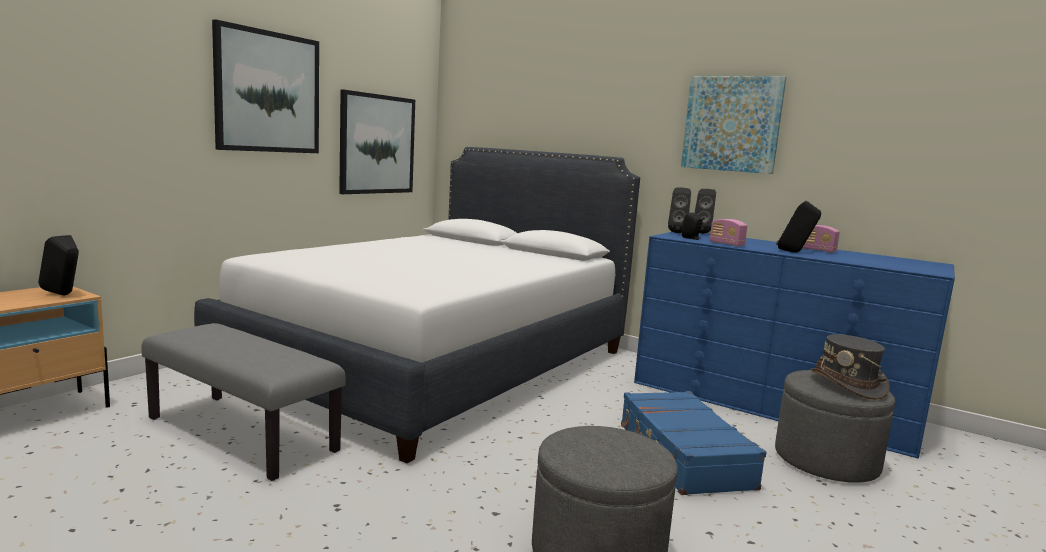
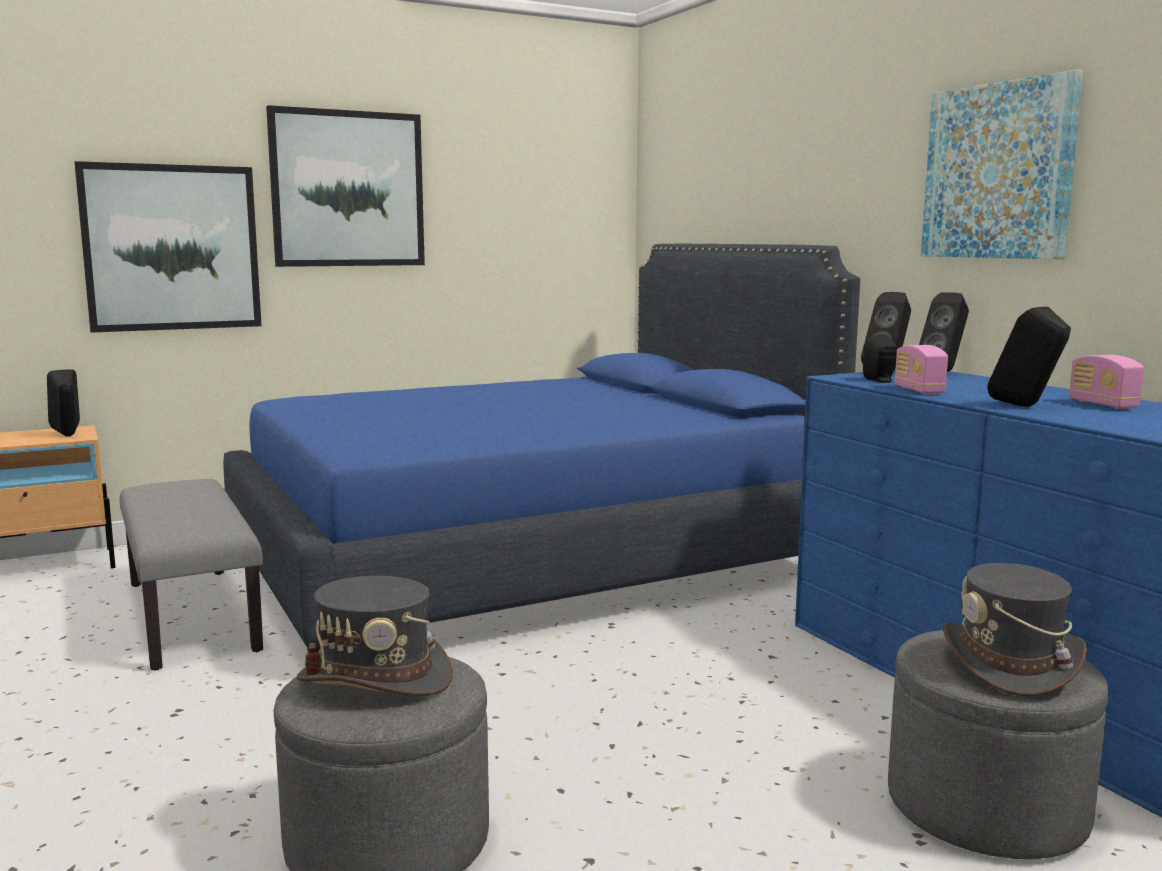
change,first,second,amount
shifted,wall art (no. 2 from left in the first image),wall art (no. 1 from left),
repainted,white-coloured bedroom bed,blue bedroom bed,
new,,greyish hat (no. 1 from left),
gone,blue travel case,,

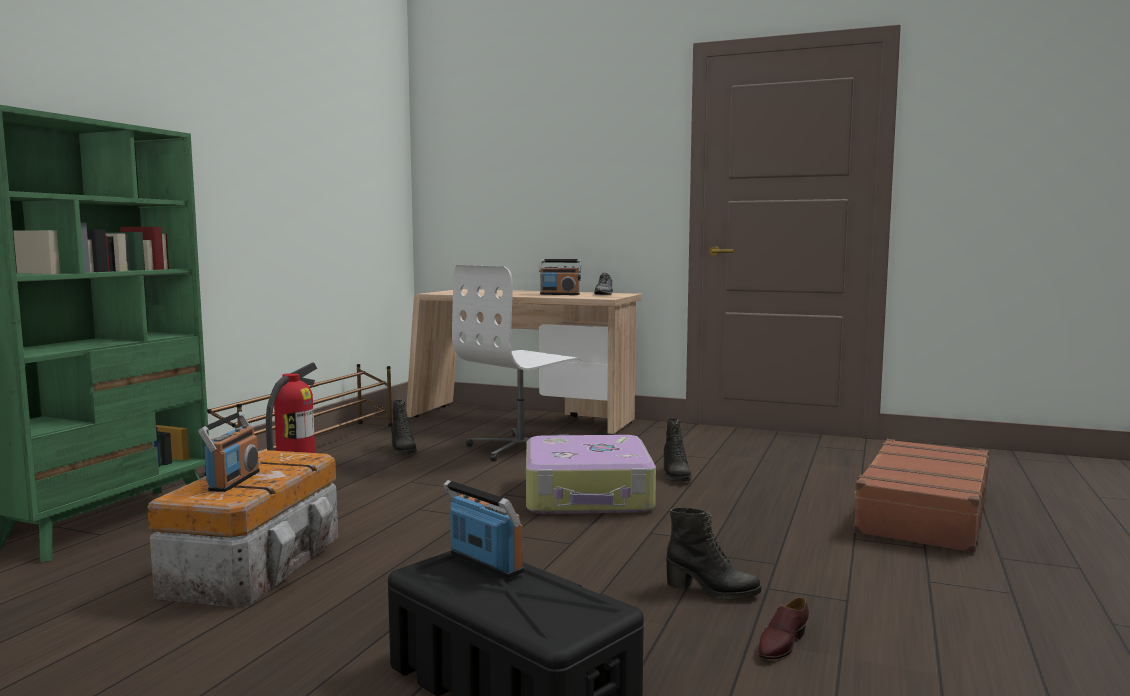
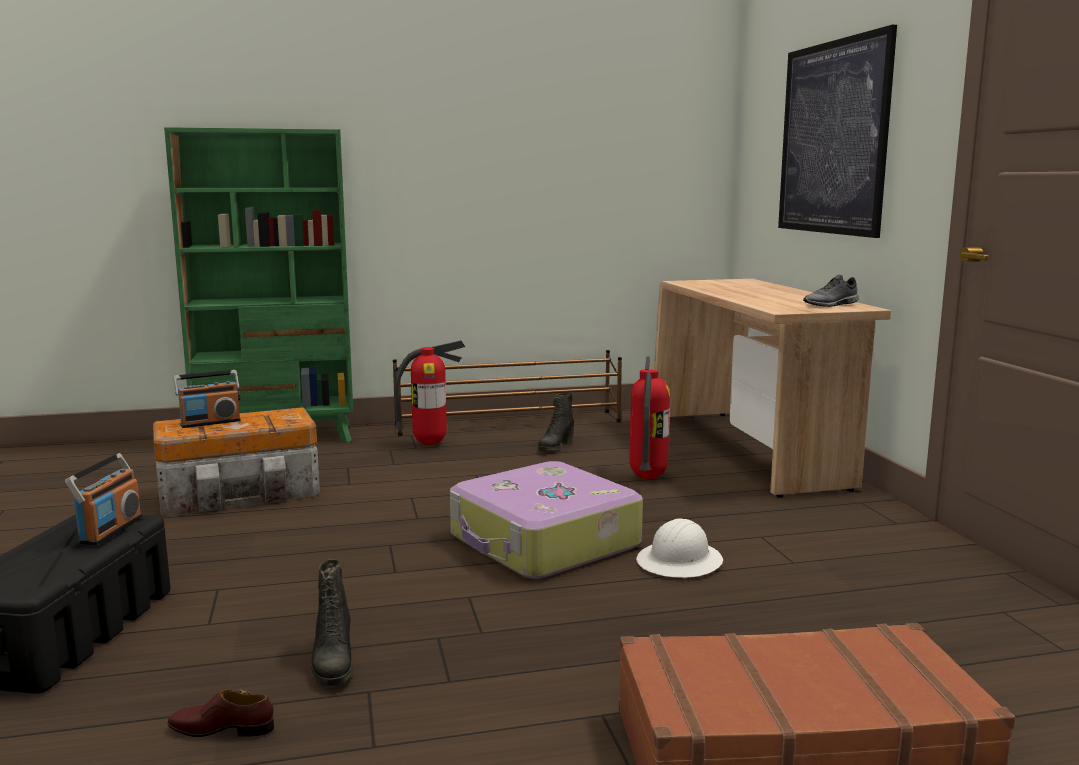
change,first,second,amount
swapped,white-coloured office chair,fire-fighting cylinder (no. 2 from left),
swapped,black high-top boot (no. 2 from left),white-coloured safety helmet,
new,,wall art,
gone,radio (no. 3 from left),,

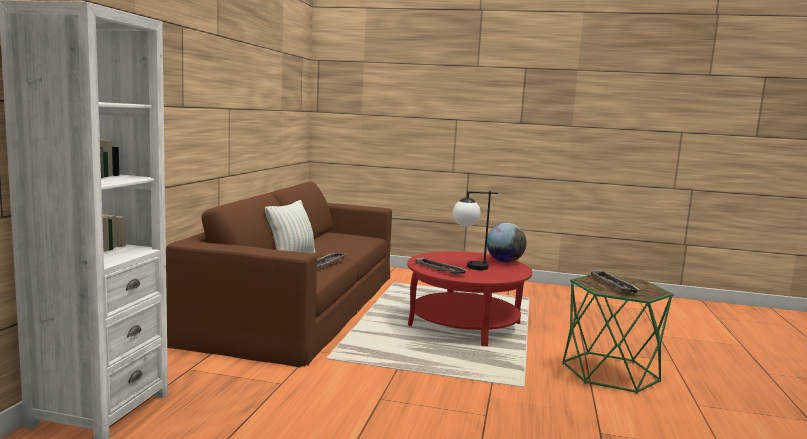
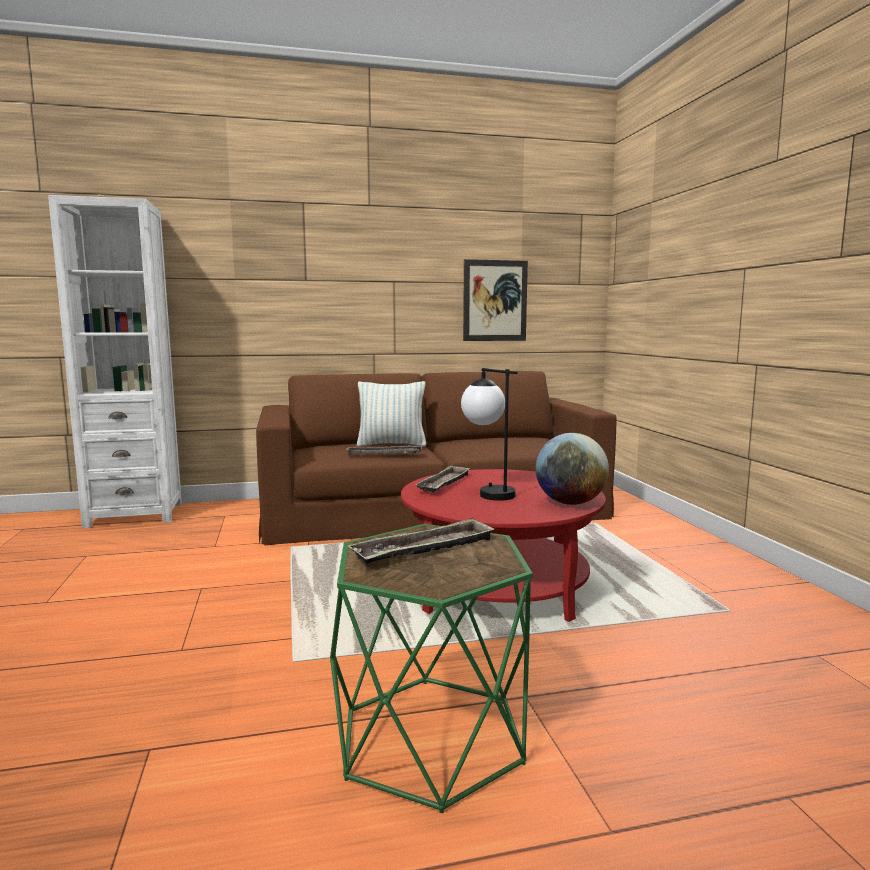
change,first,second,amount
new,,wall art,

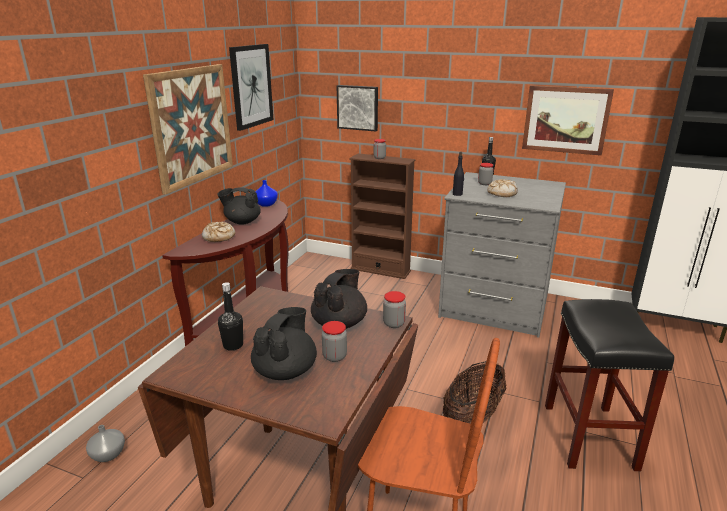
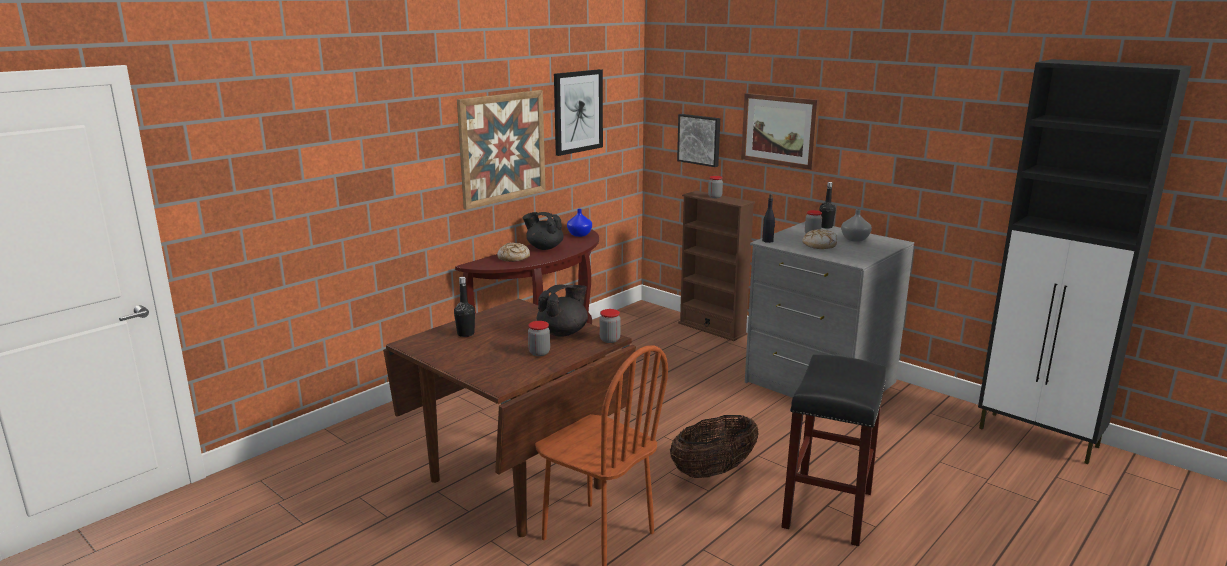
change,first,second,amount
shifted,wall art (no. 4 from left),,
shifted,greyish decorative vase,,
gone,black tea pot (no. 2 from left),,

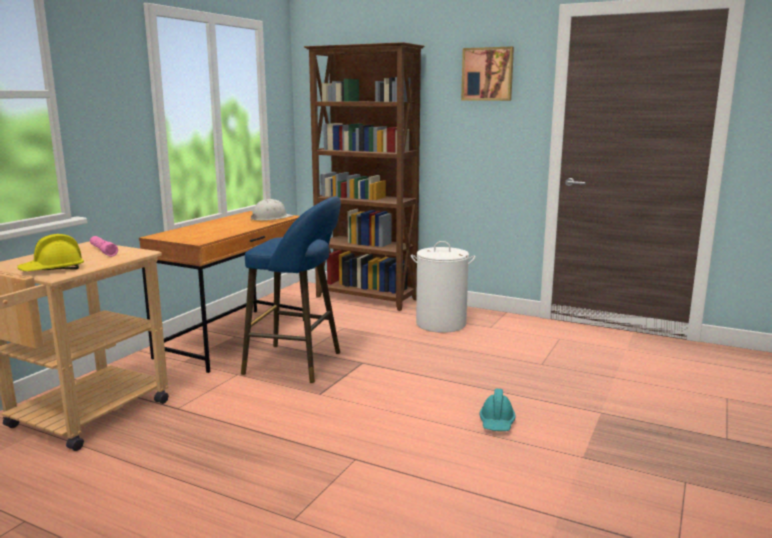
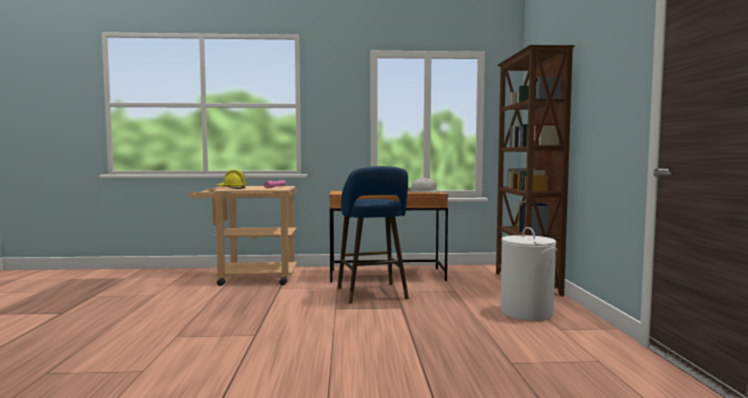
change,first,second,amount
gone,wall art,,
gone,turquoise safety helmet,,

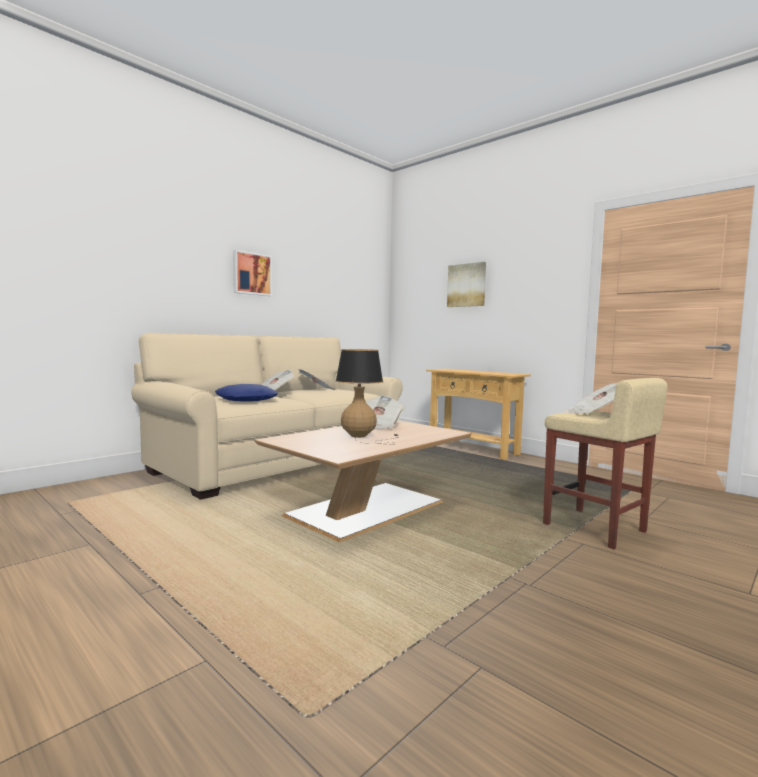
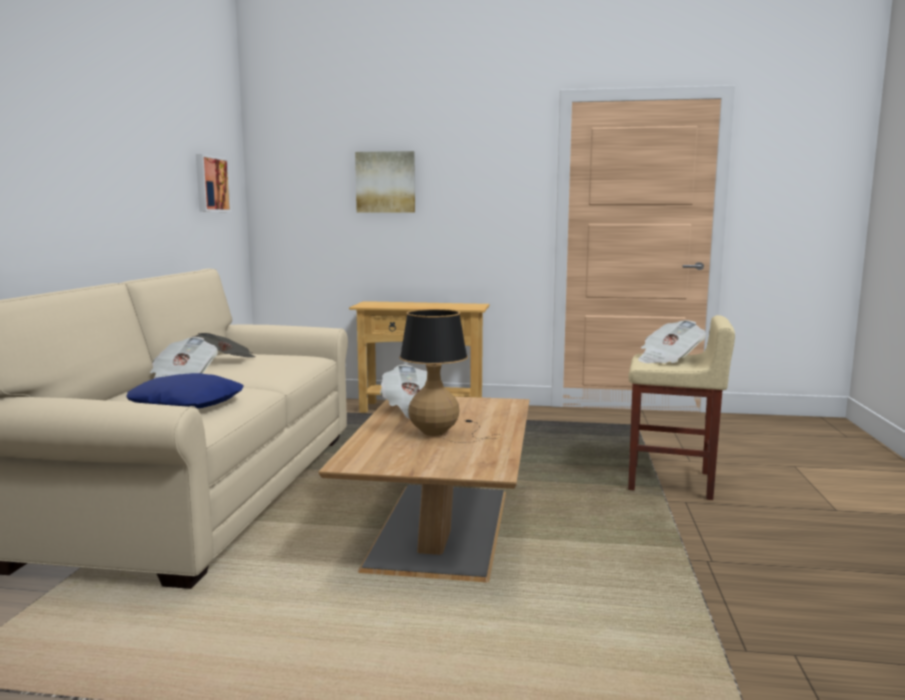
change,first,second,amount
shifted,wall art (no. 1 from left),,

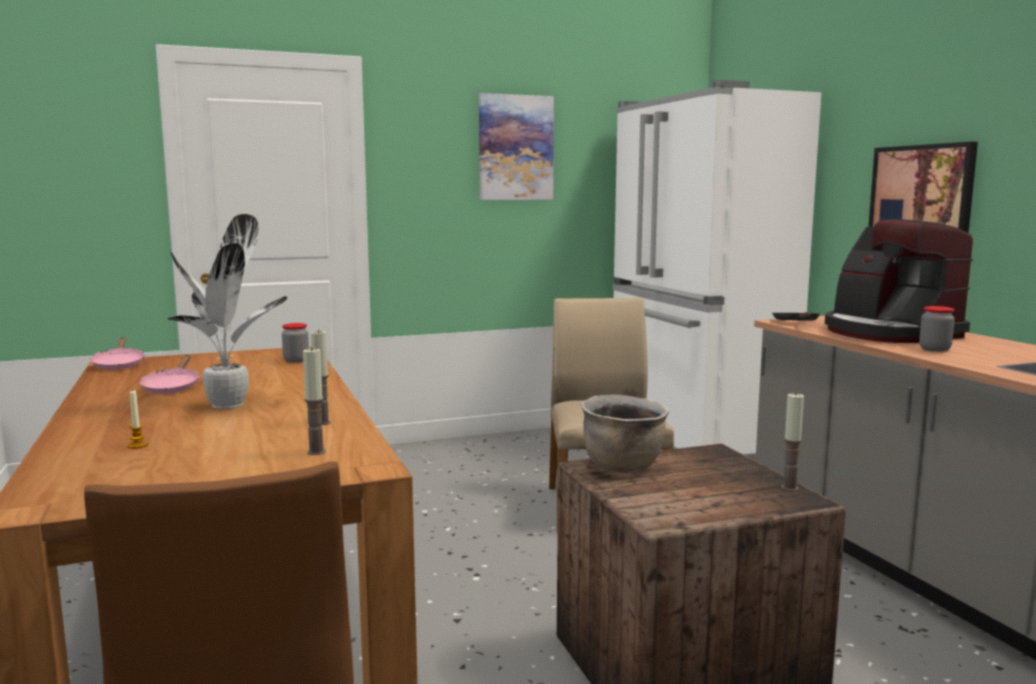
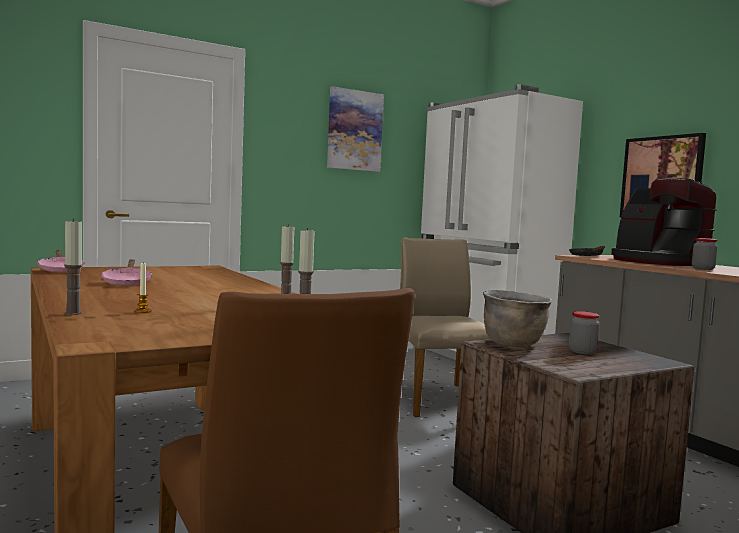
change,first,second,amount
shifted,wax light (no. 4 from left in the first image),wax light (no. 1 from left),
shifted,storage jar (no. 1 from left),,
gone,plant in a pot,,

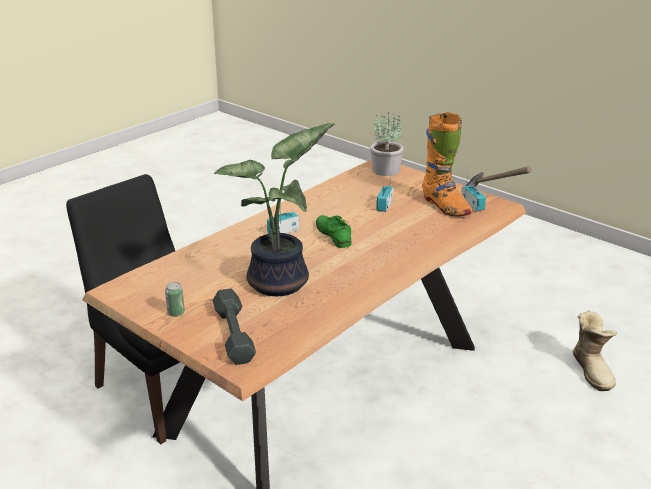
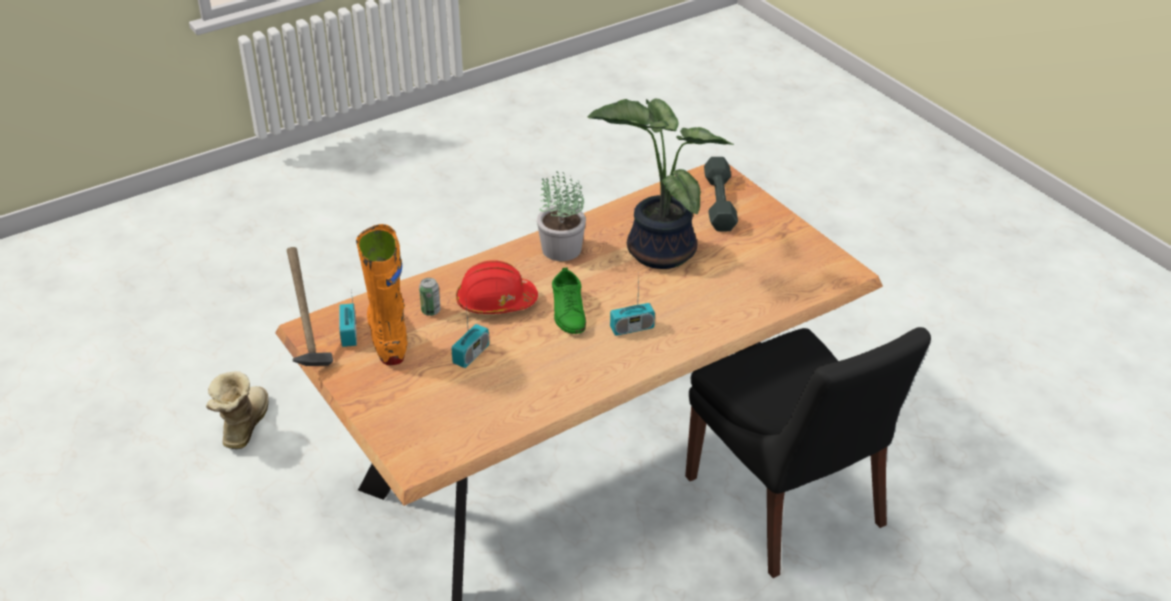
change,first,second,amount
shifted,can,,
new,,red safety helmet,
shifted,plant in a pot (no. 2 from left in the first image),plant in a pot (no. 1 from left),

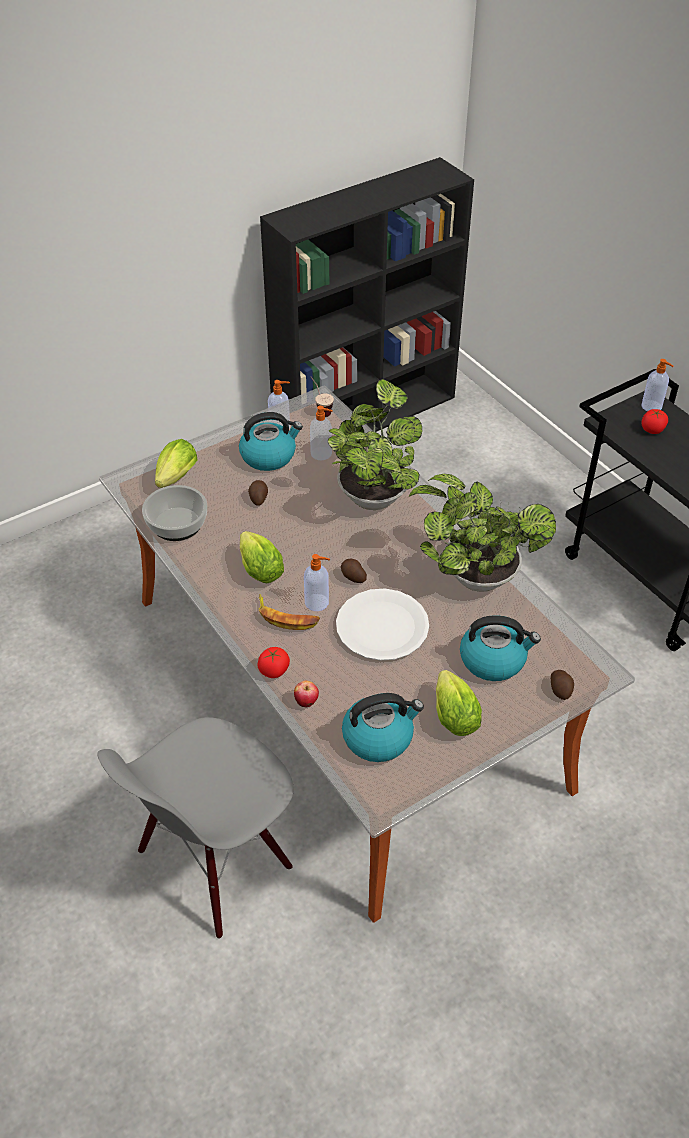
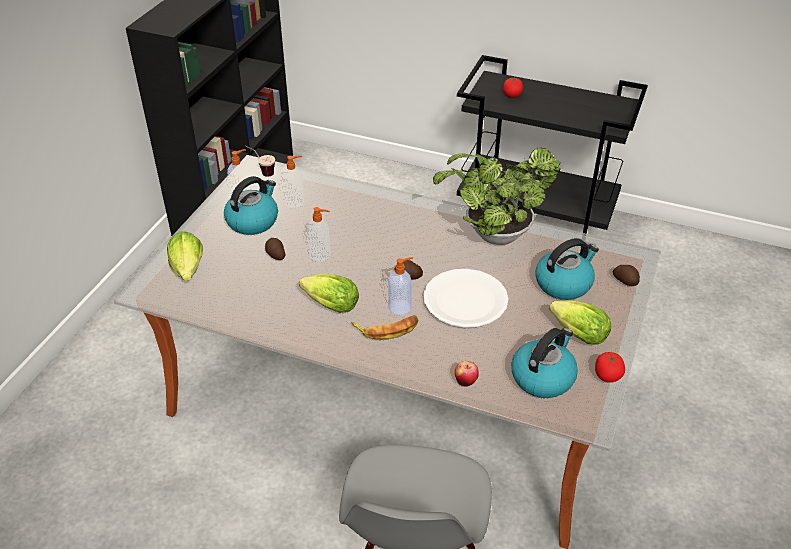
change,first,second,amount
shifted,liquid soap bottle (no. 4 from left in the first image),liquid soap bottle (no. 3 from left),
shifted,tomato (no. 1 from left in the first image),tomato (no. 2 from left),
gone,bowl,,
gone,plant in a pot (no. 1 from left),,

